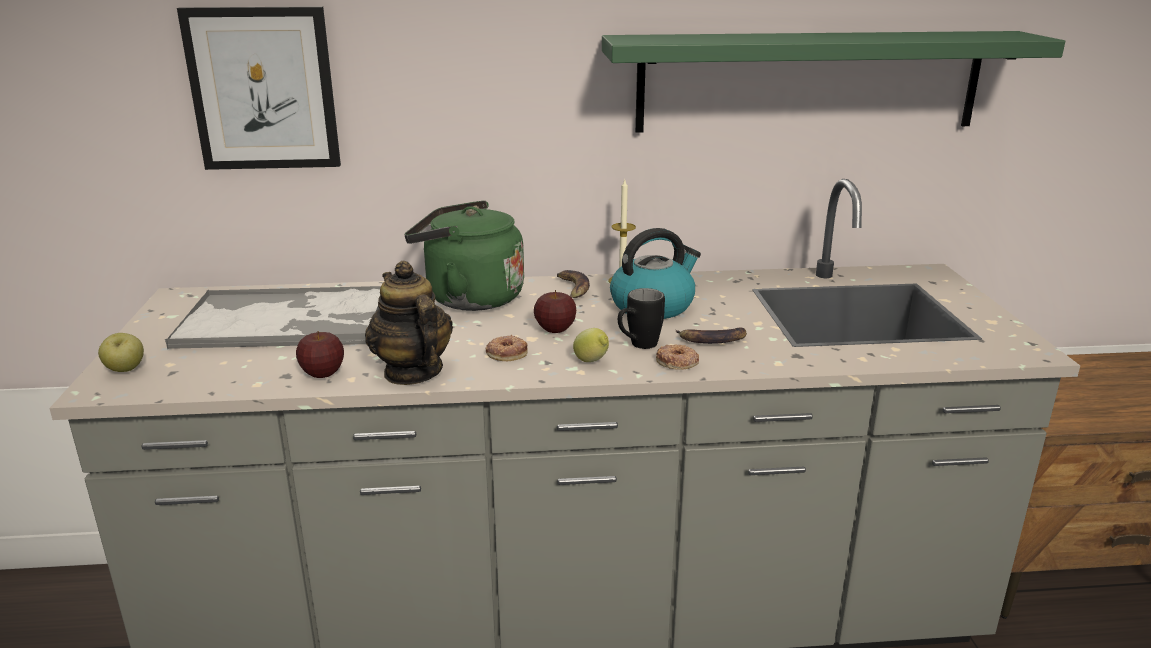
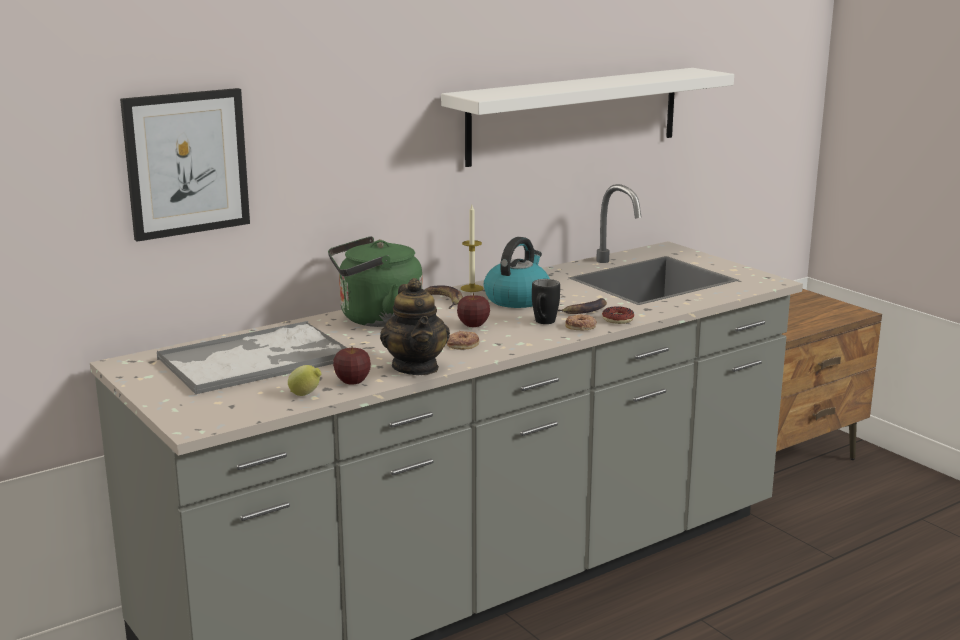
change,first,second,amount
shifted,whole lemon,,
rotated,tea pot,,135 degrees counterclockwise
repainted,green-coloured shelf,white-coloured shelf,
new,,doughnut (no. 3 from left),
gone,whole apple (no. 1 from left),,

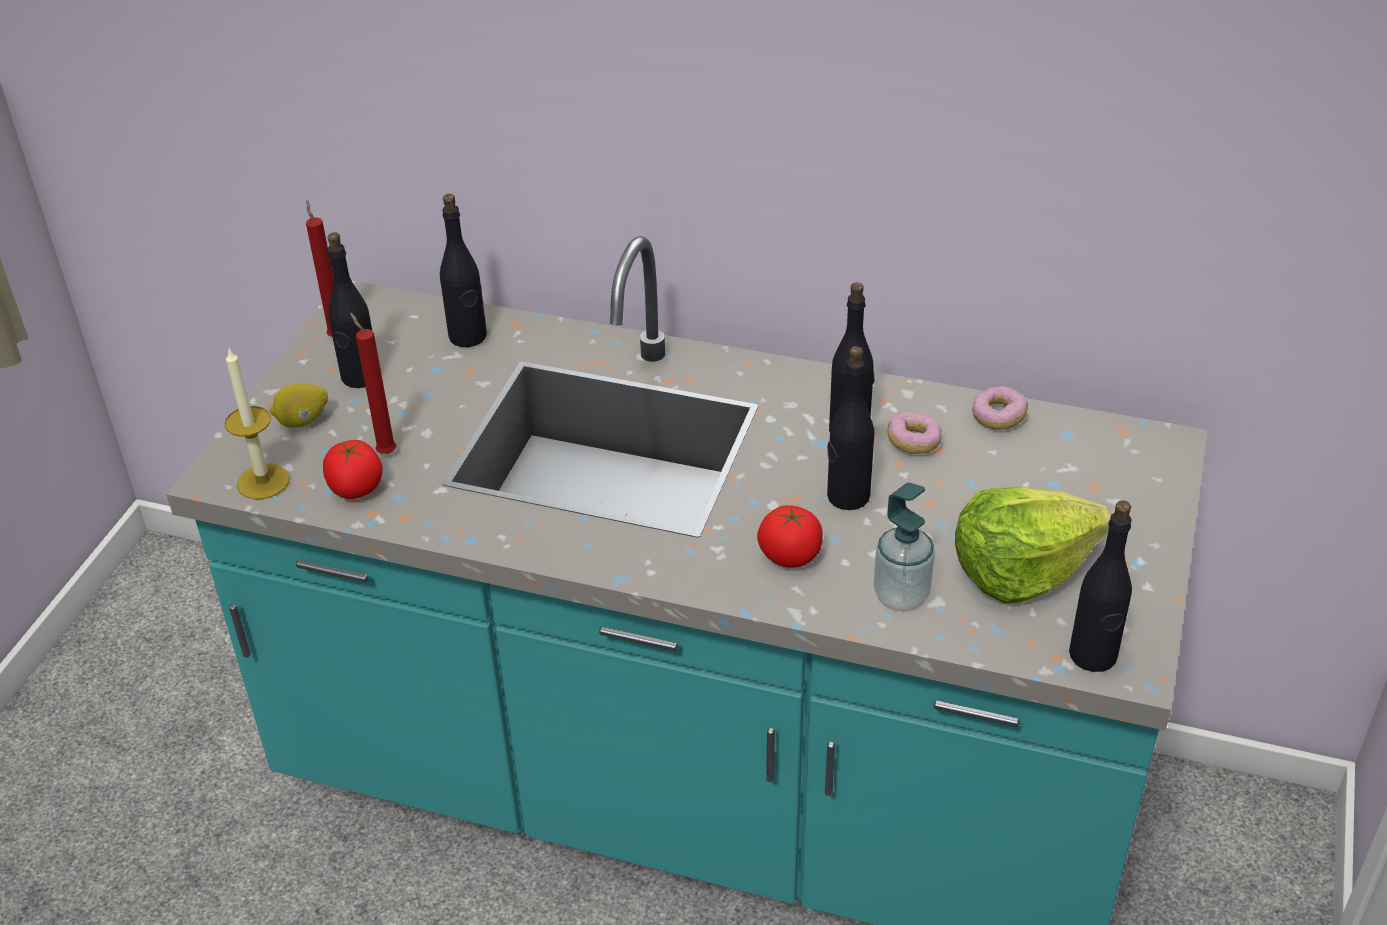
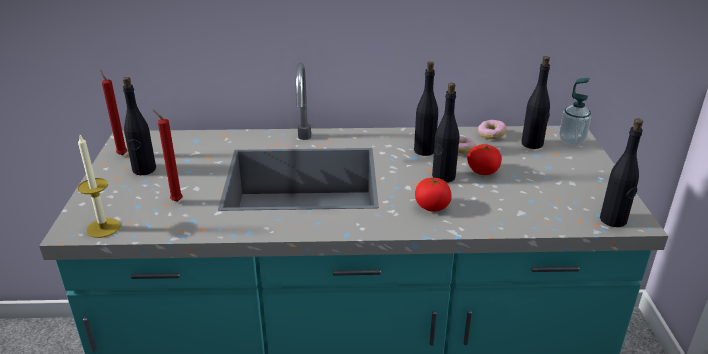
change,first,second,amount
shifted,tomato (no. 1 from left in the first image),tomato (no. 2 from left),
shifted,black beverage bottle (no. 2 from left in the first image),black beverage bottle (no. 4 from left),
shifted,liquid soap bottle,,
gone,whole lemon,,
gone,lettuce head,,

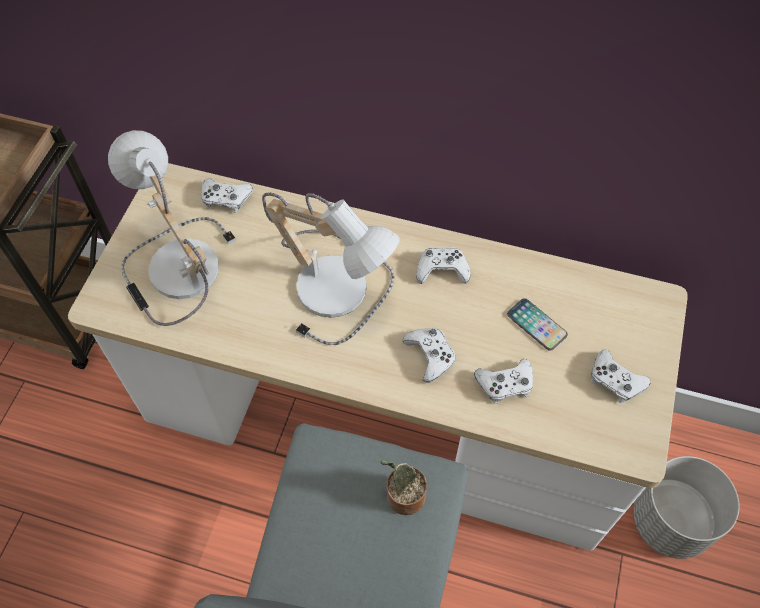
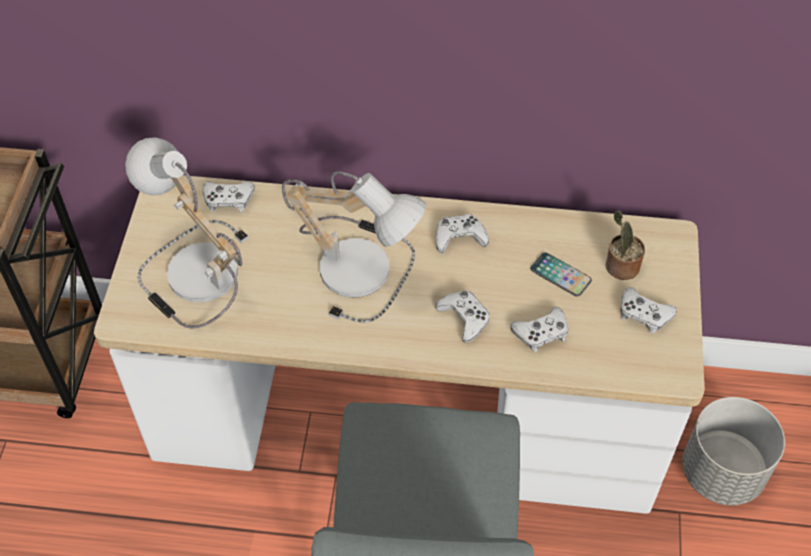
change,first,second,amount
shifted,plant in a pot,,

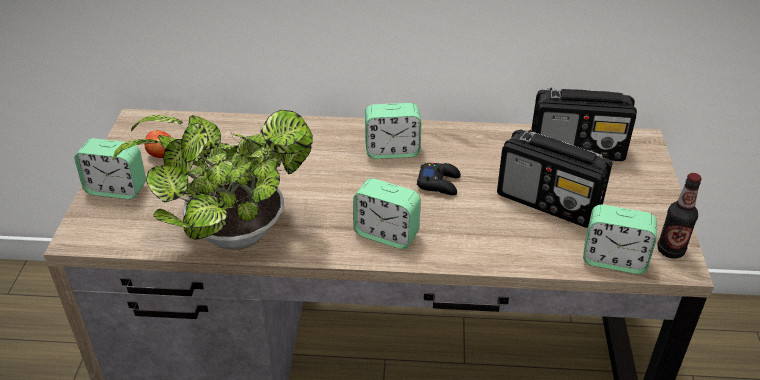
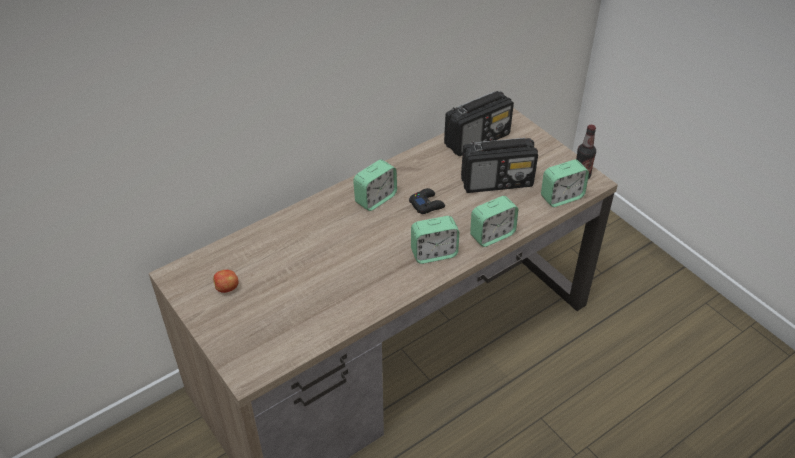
change,first,second,amount
shifted,table clock (no. 1 from left in the first image),table clock (no. 3 from left),
gone,plant in a pot,,

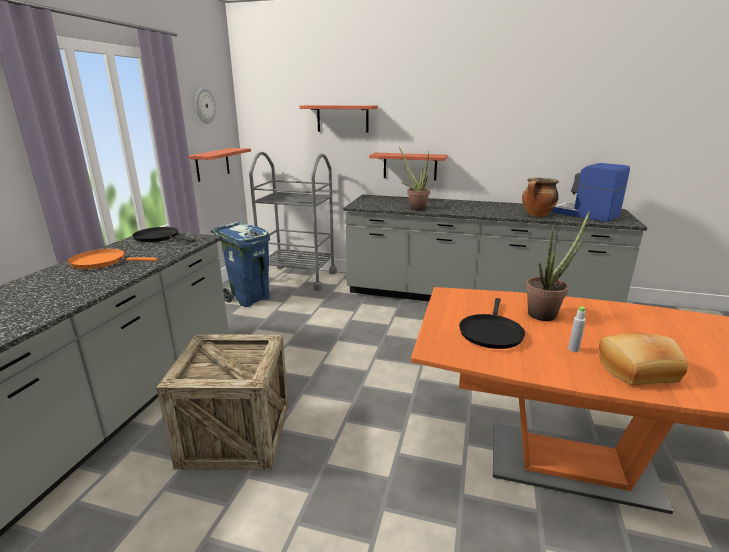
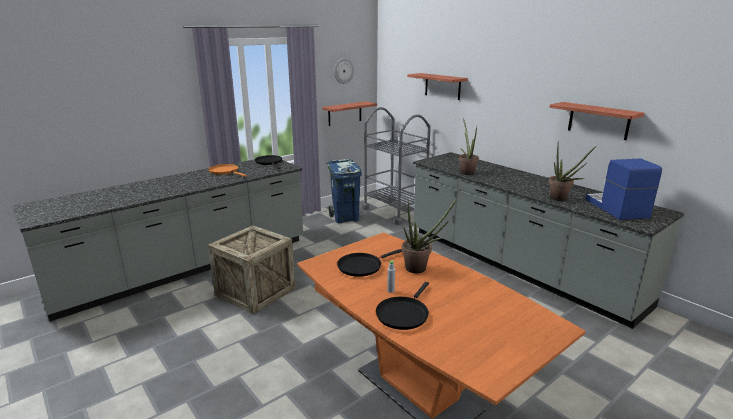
change,first,second,amount
swapped,bakery bread,black pan (no. 3 from left),
swapped,cooking pot,plant in a pot (no. 3 from left),
shifted,shelf (no. 3 from left),,

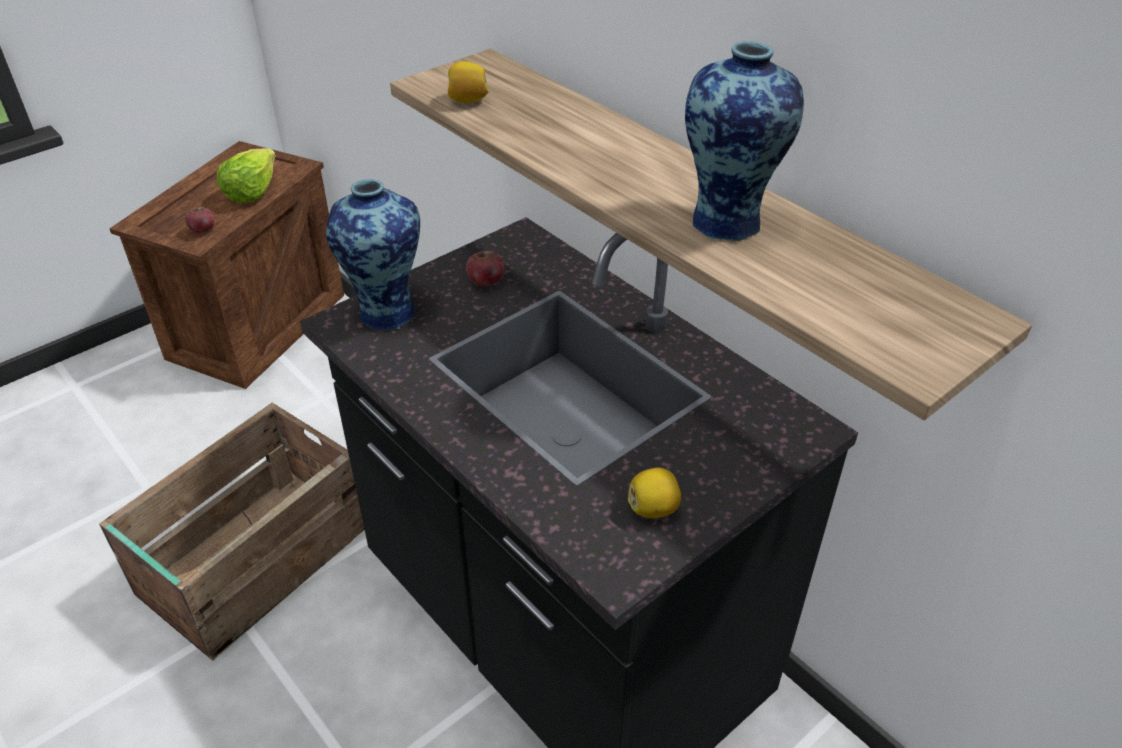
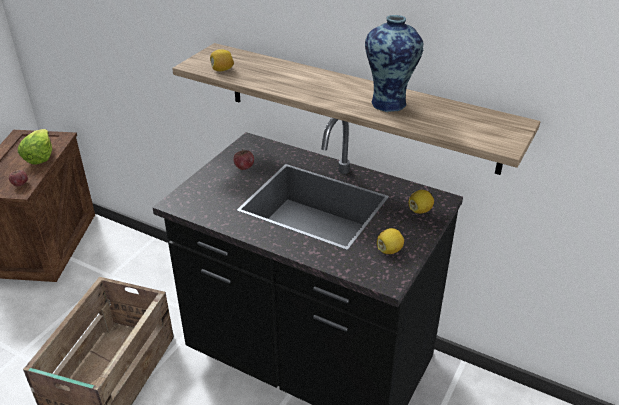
change,first,second,amount
new,,whole lemon (no. 3 from left),
gone,decorative vase (no. 1 from left),,

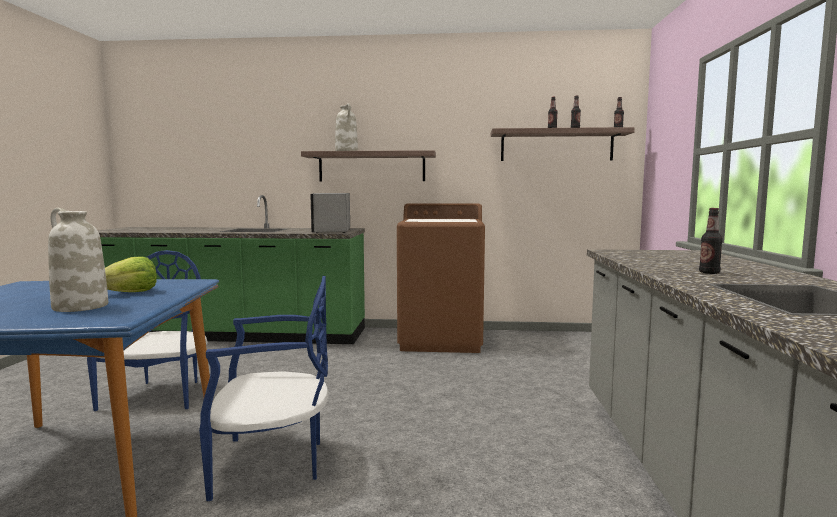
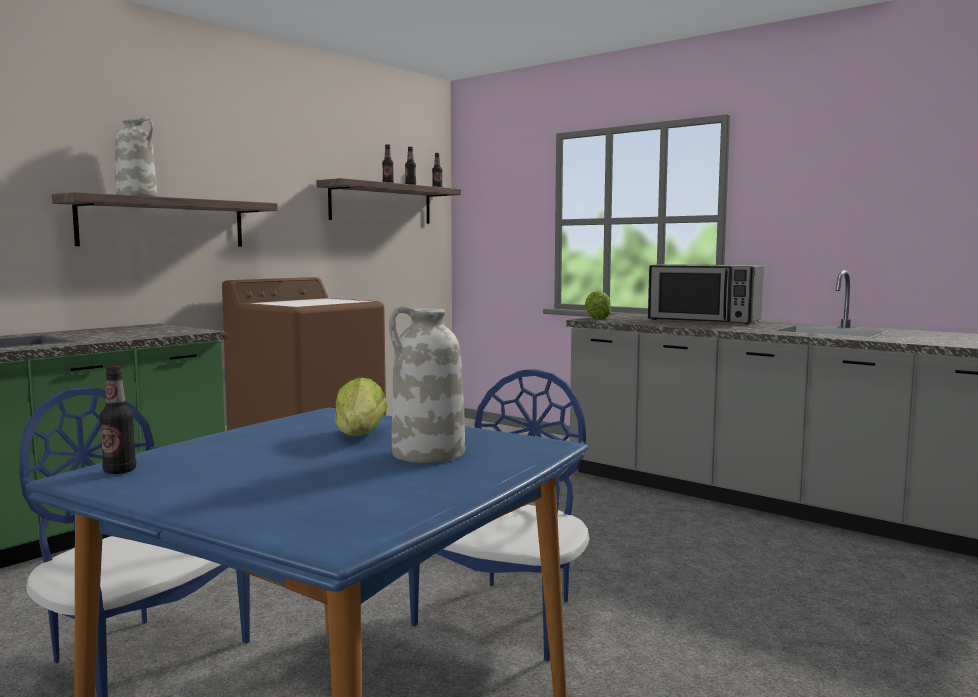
change,first,second,amount
shifted,beverage bottle (no. 4 from left in the first image),beverage bottle (no. 1 from left),
new,,lettuce head (no. 2 from left),
shifted,microwave,,

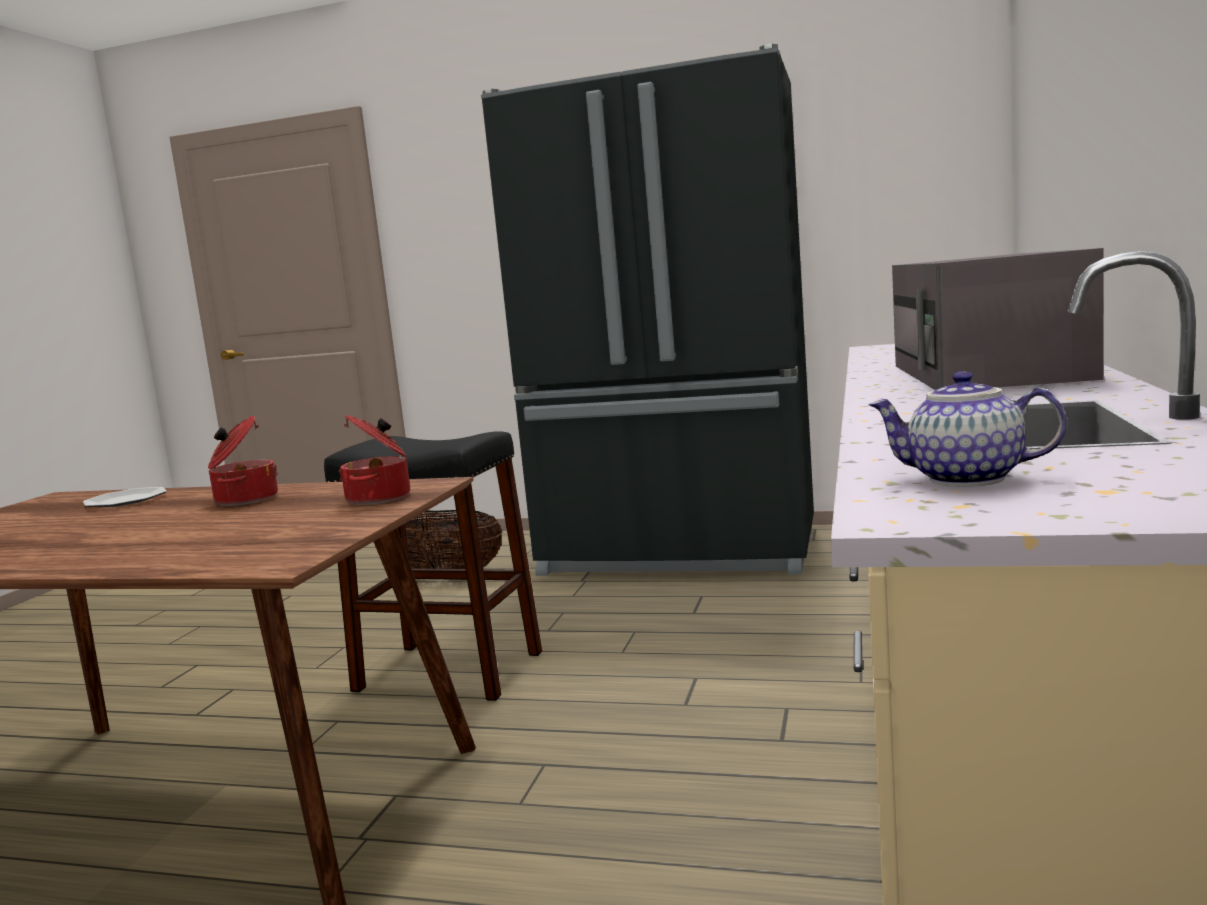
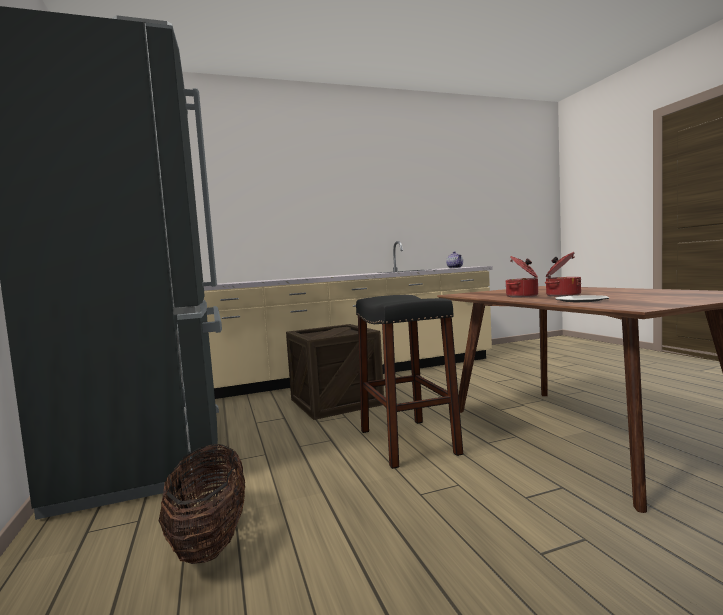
change,first,second,amount
new,,crate,
shifted,cooking pot (no. 2 from left),,
gone,greyish microwave,,

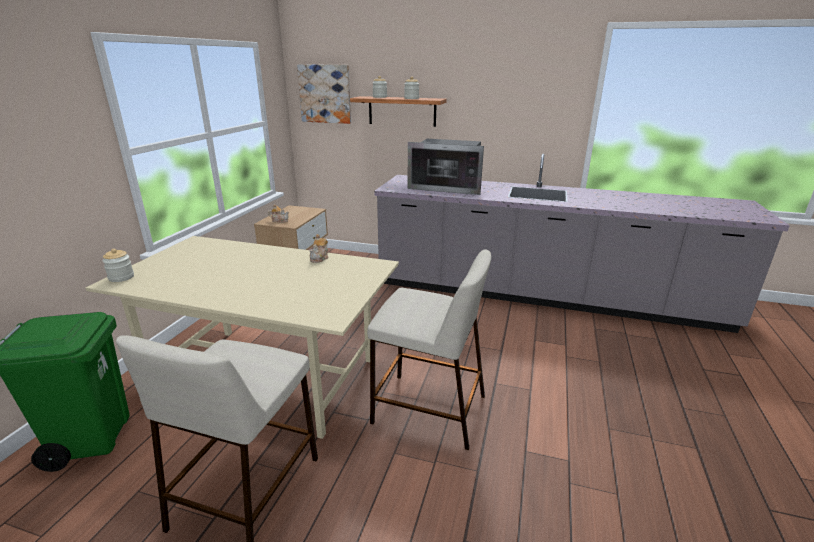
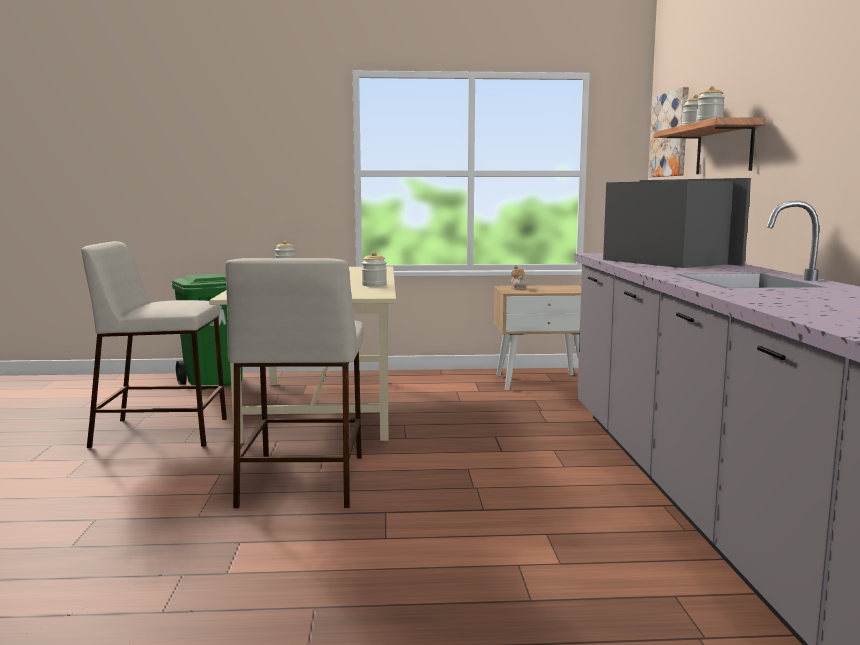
change,first,second,amount
swapped,tea pot (no. 2 from left),storage jar (no. 2 from left),
rotated,microwave,,150 degrees clockwise

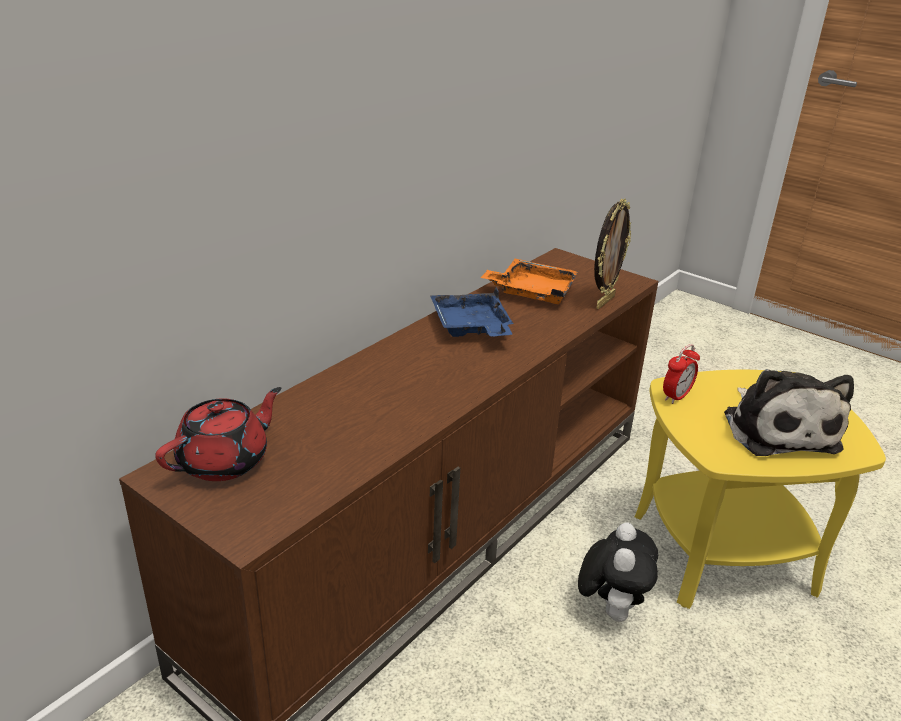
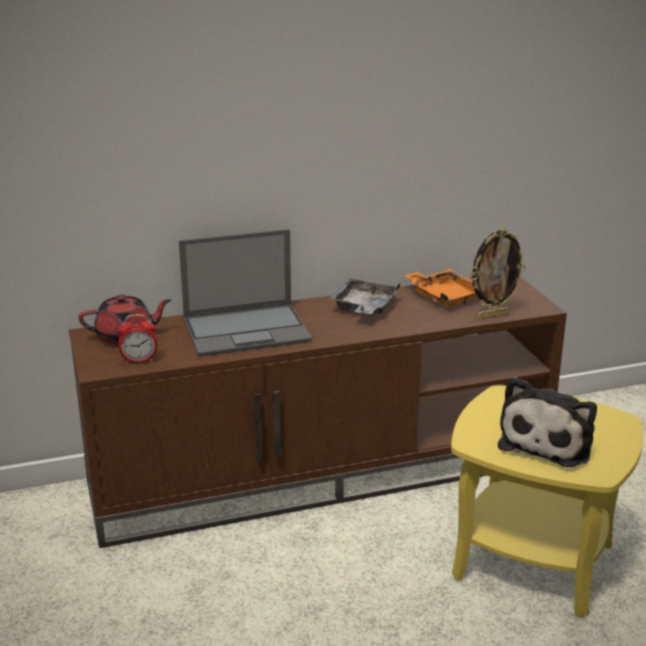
change,first,second,amount
shifted,table clock,,
new,,notebook computer,
repainted,blue tray,greyish tray,
gone,soft toy (no. 1 from left),,

